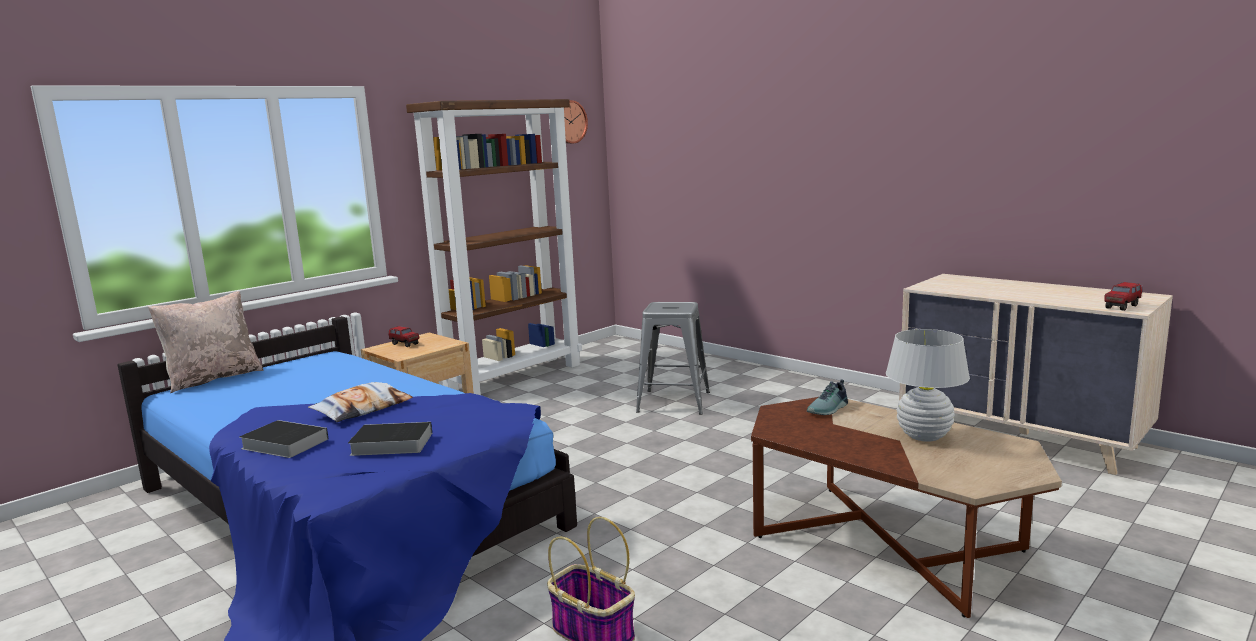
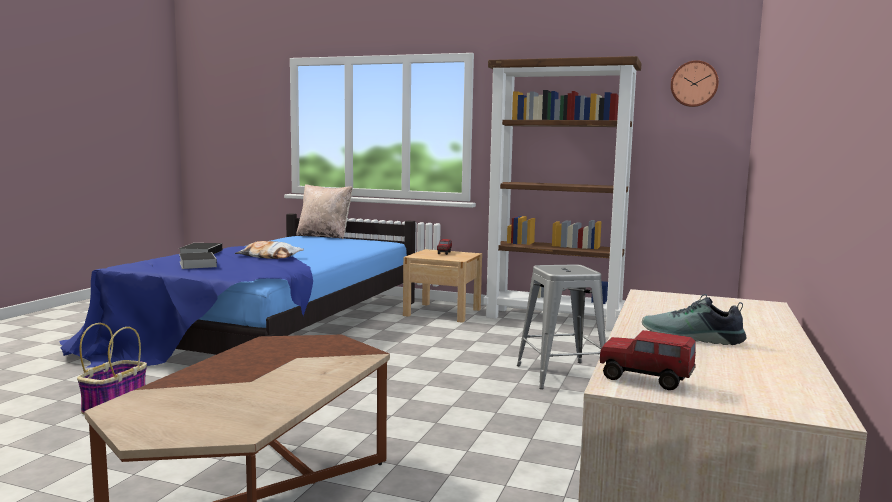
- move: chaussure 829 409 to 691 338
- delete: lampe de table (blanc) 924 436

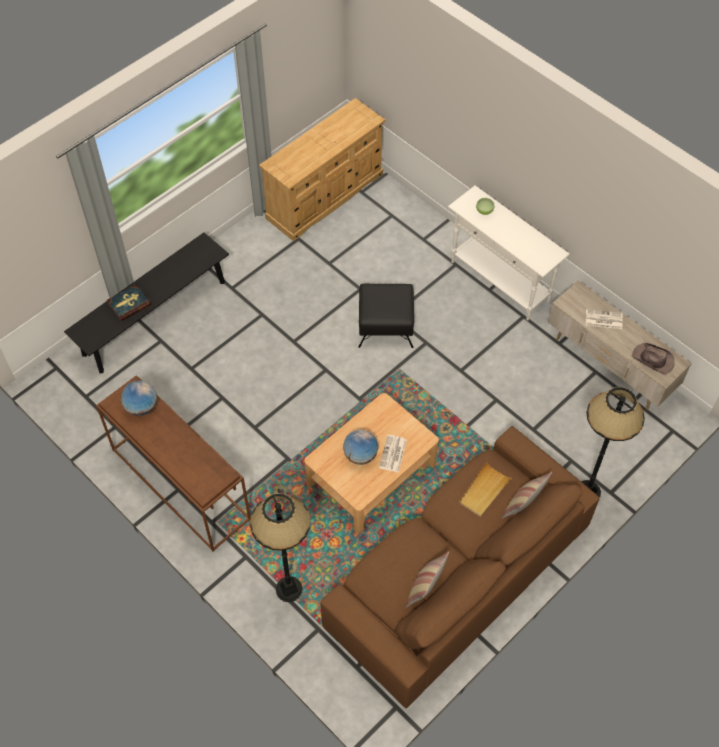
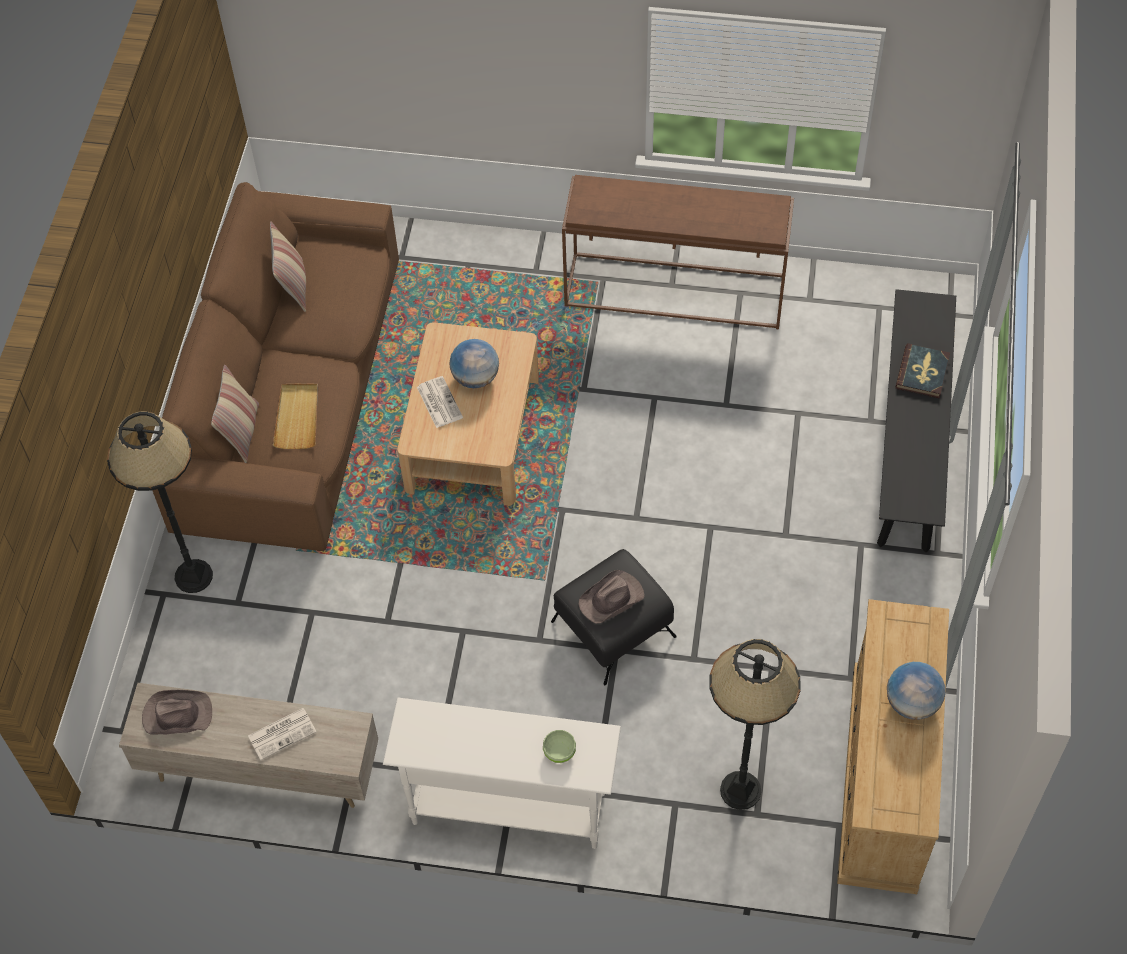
- insert: chapeau (marron) 612 599
- move: lampadaire (noir) 289 589 to 740 790
- move: globe 141 407 to 912 703

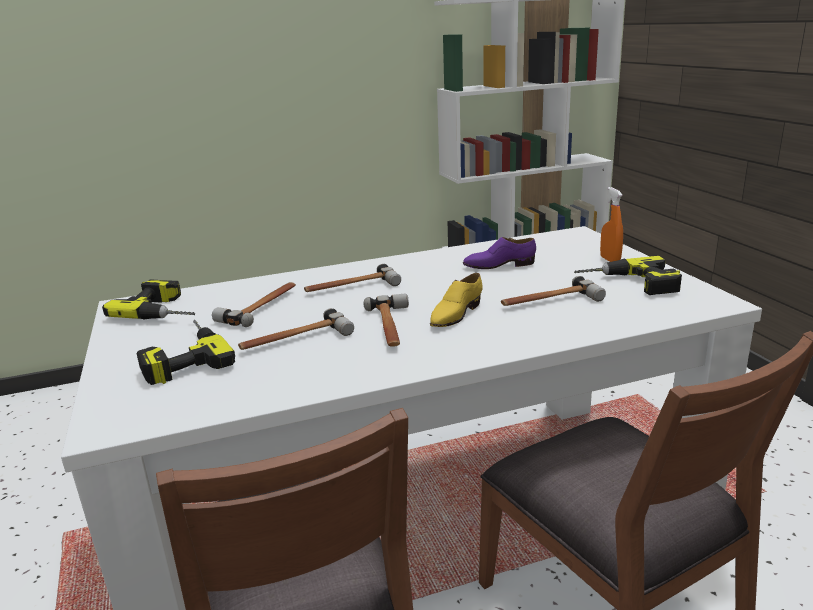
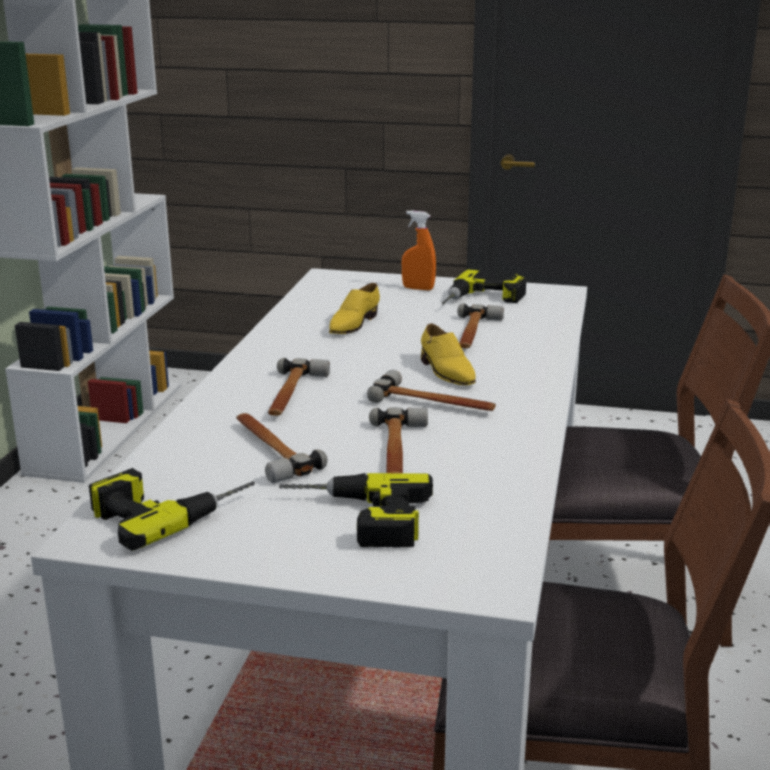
- recolor: chaussure (violet) 499 265 to chaussure (jaune) 353 324

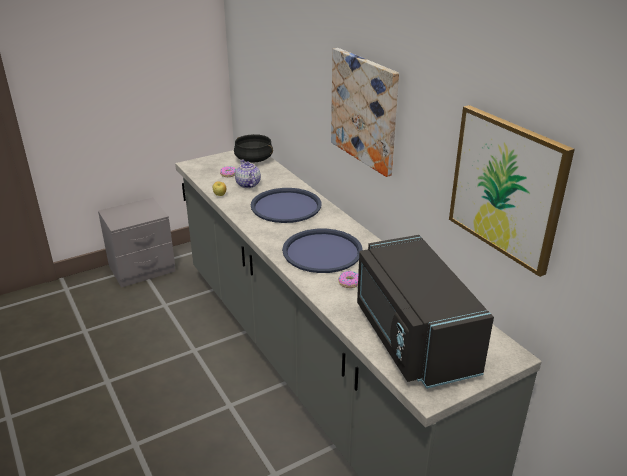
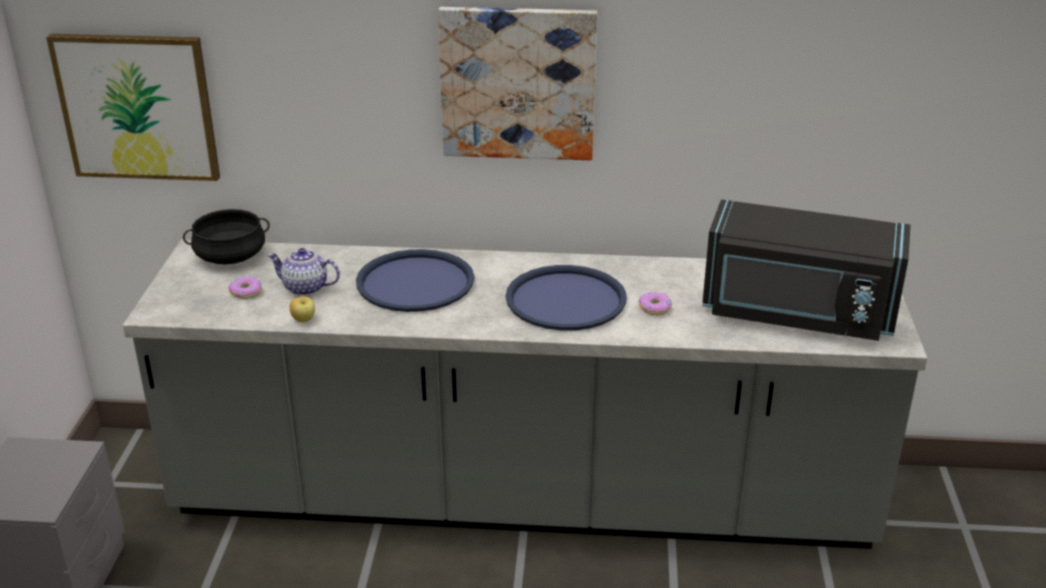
- move: tableau 506 187 to 137 107

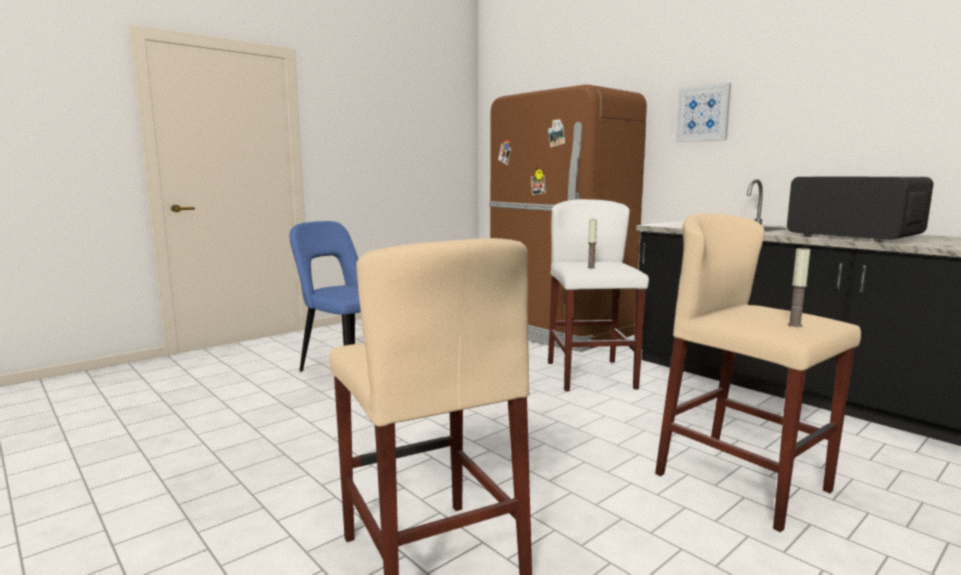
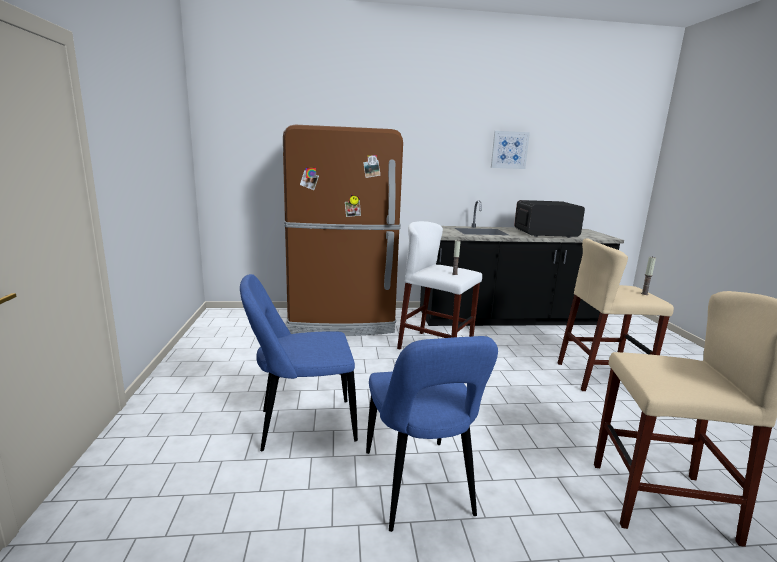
- insert: chaise (bleu) 419 487
- move: tableau 703 113 to 509 150

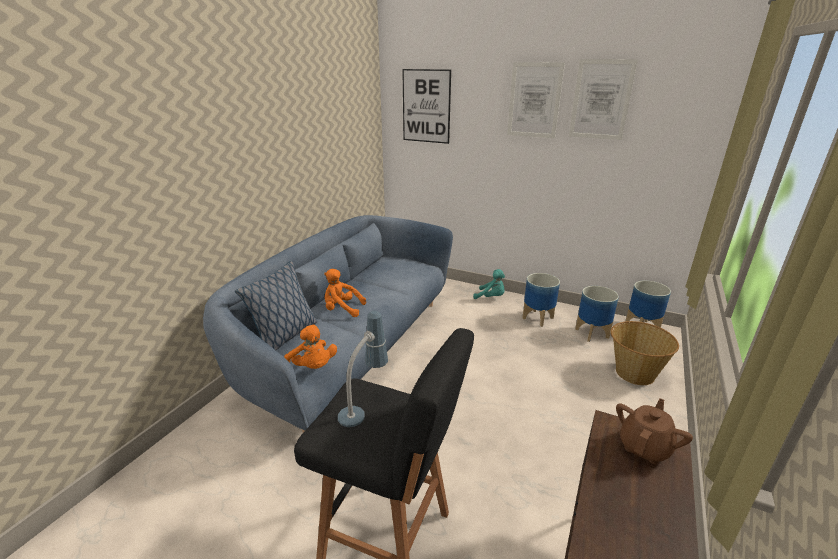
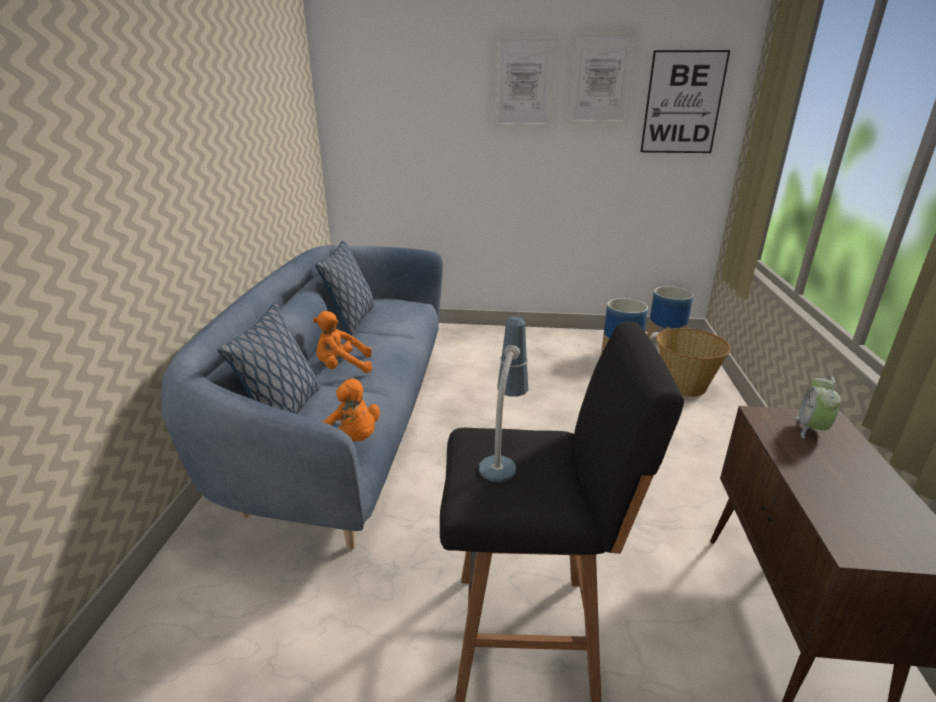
- insert: coussin 352 320
- move: tableau 426 106 to 683 103
- replace: théière (marron) 645 447 to réveil 811 429
- delete: peluche (turquoise) 491 297
- delete: cache-pot 537 318

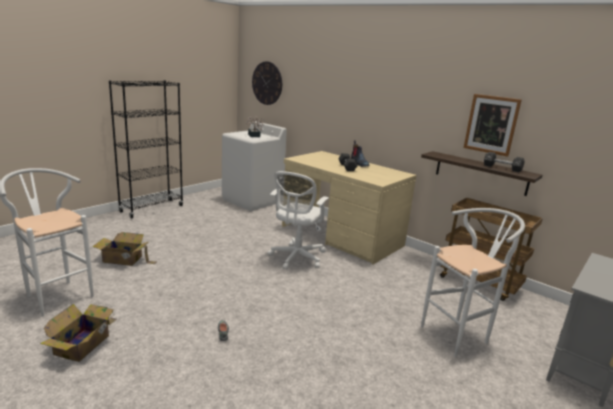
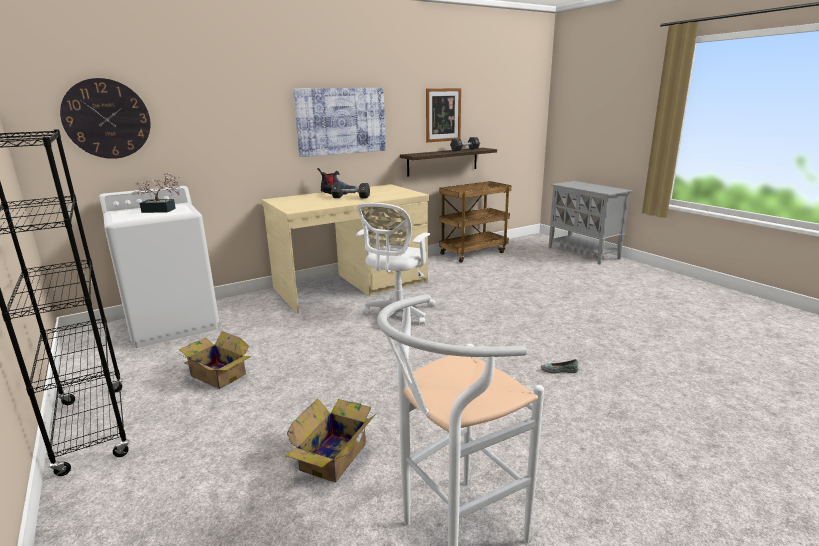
- move: carton 84 344 to 217 374
- insert: tableau 340 121
- rotate: chaise de bureau (blanc) 296 258 = 397 315 75 degrees clockwise
- delete: tabouret (blanc) 459 334

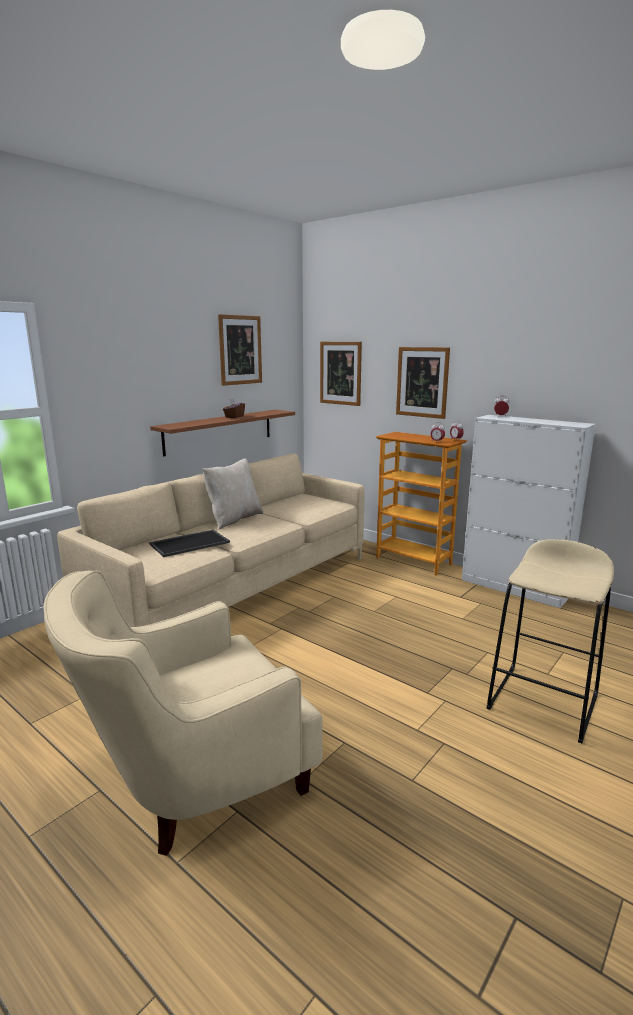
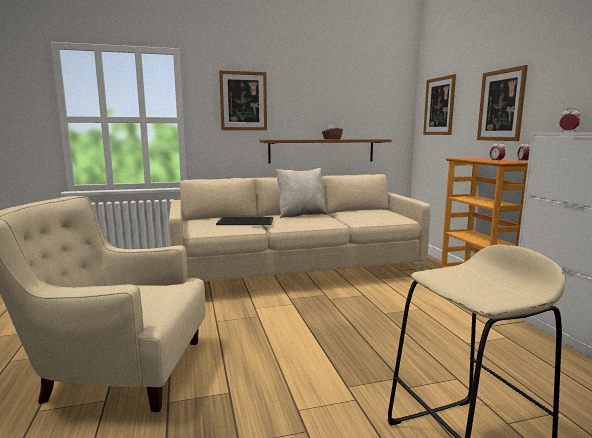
- move: tableau 240 350 to 243 101

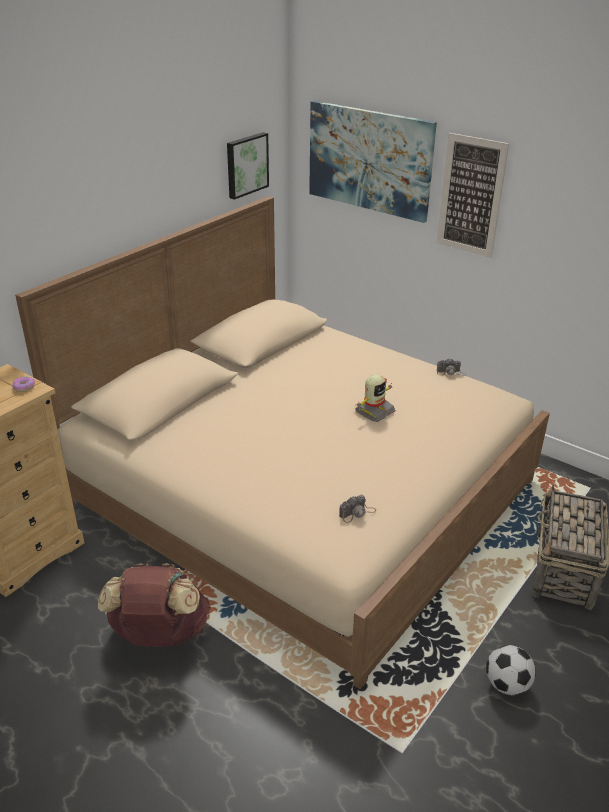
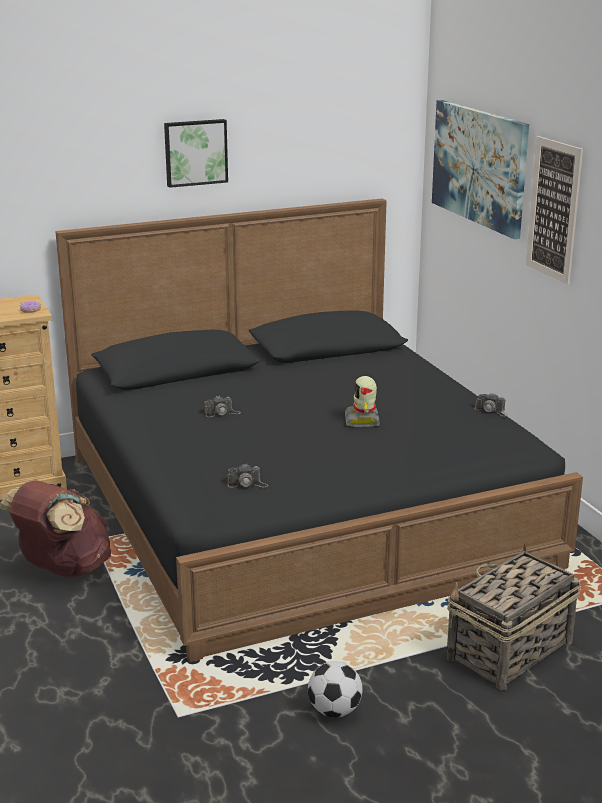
- recolor: lit (beige) 302 490 to lit (noir) 300 507
- move: tableau 246 165 to 195 152
- insert: appareil photo 222 413
- rotate: robot jouet 374 411 = 363 420 105 degrees clockwise

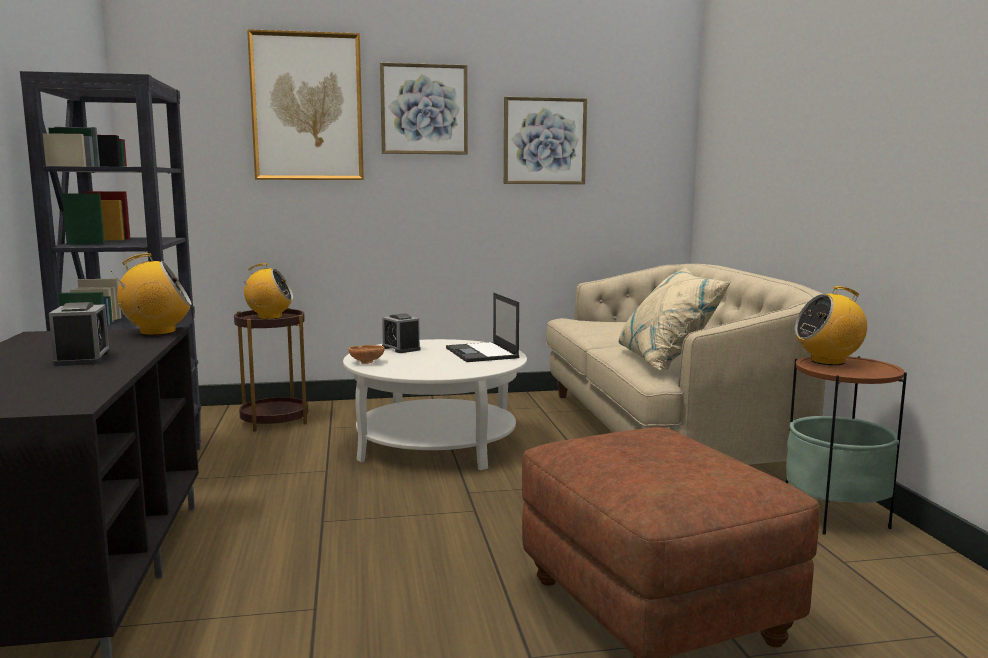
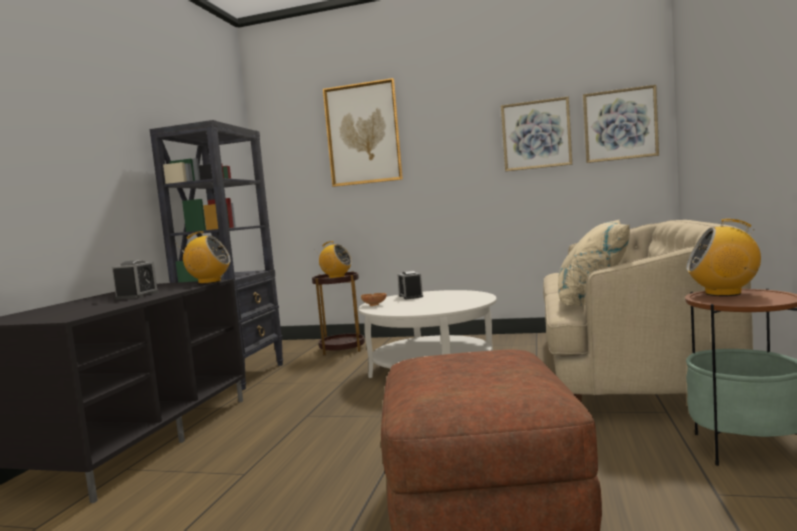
- move: tableau 424 109 to 620 125
- delete: ordinateur portable 482 353

